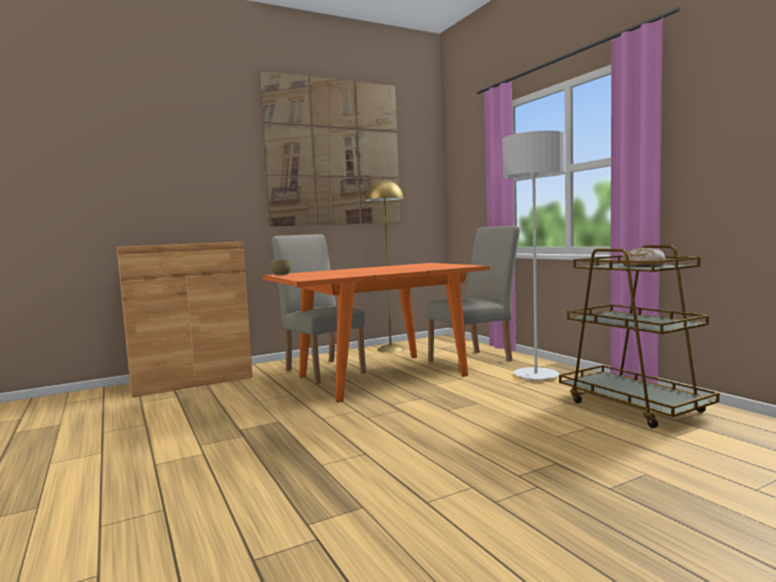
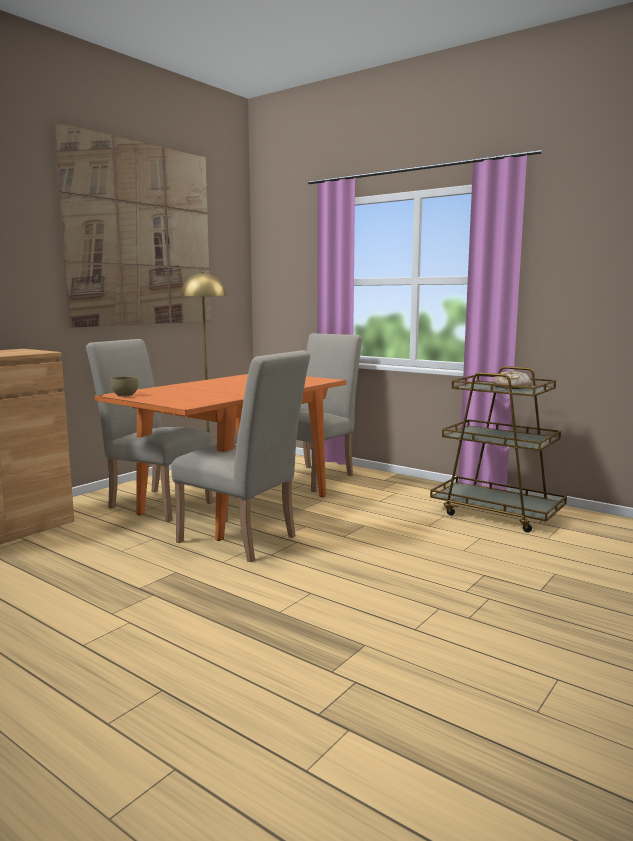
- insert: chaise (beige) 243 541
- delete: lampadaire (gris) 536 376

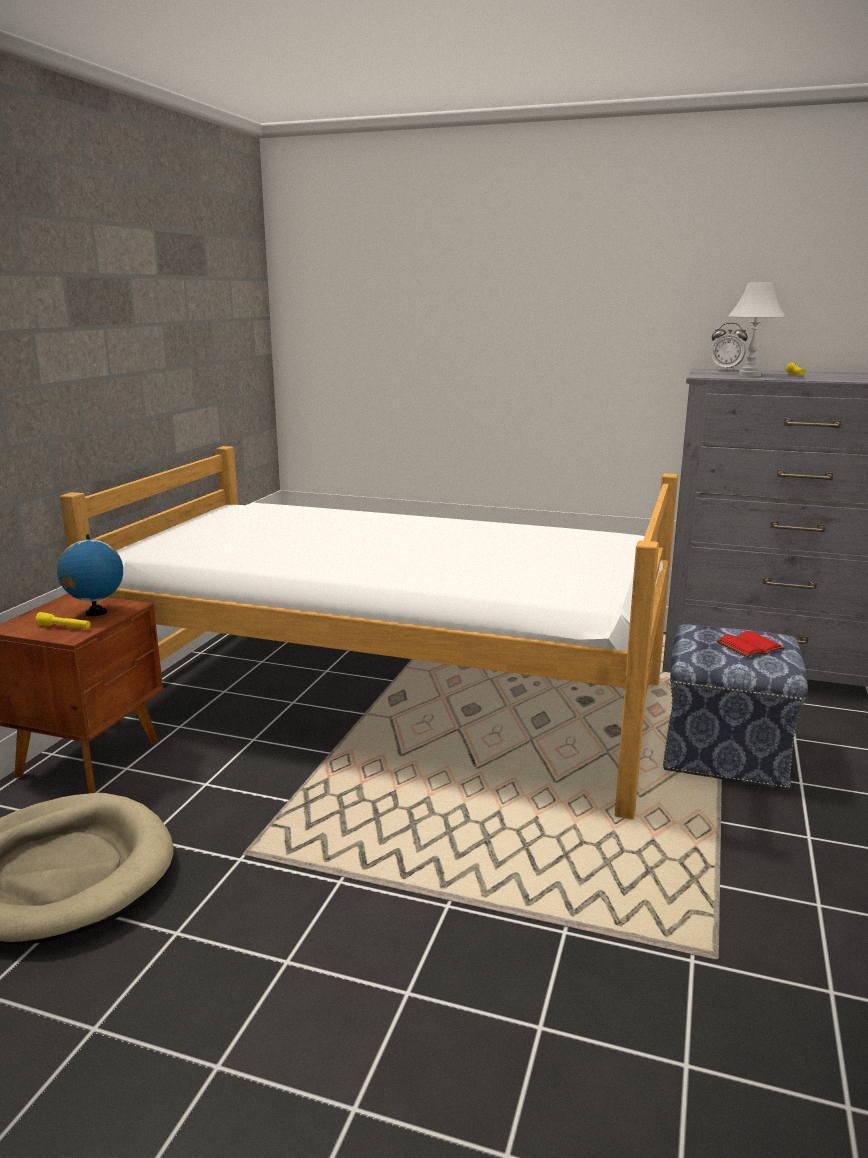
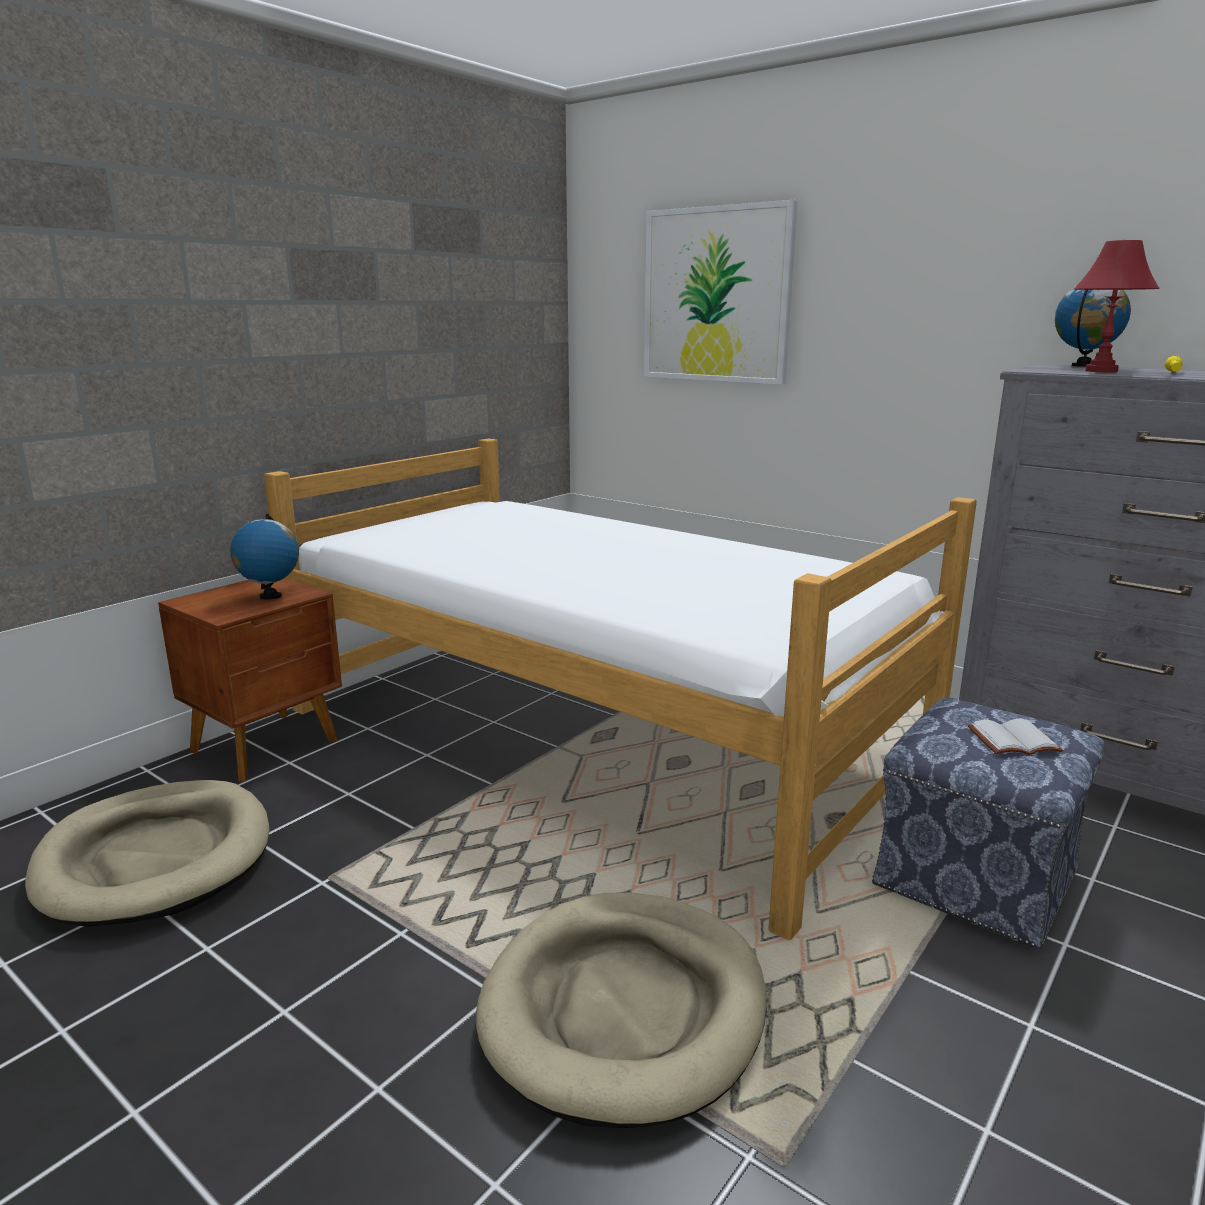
- insert: panier pour chien (beige) 625 1009
- insert: tableau 716 295
- recolor: livre (rouge) 750 647 to livre (blanc) 1013 742
- replace: réveil 726 370 to globe 1083 366
- recolor: lampe de table (blanc) 749 375 to lampe de table (rouge) 1100 371
- delete: lampe de poche (jaune) 64 627

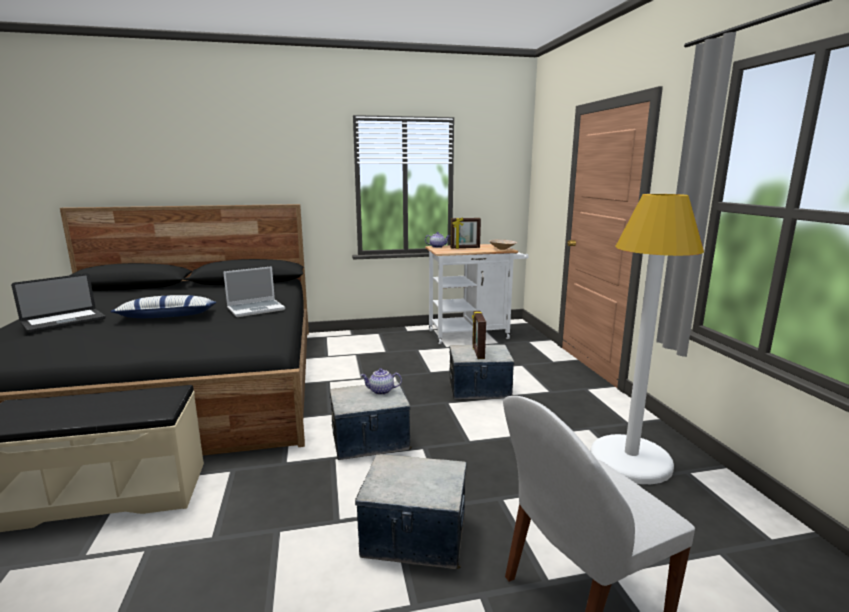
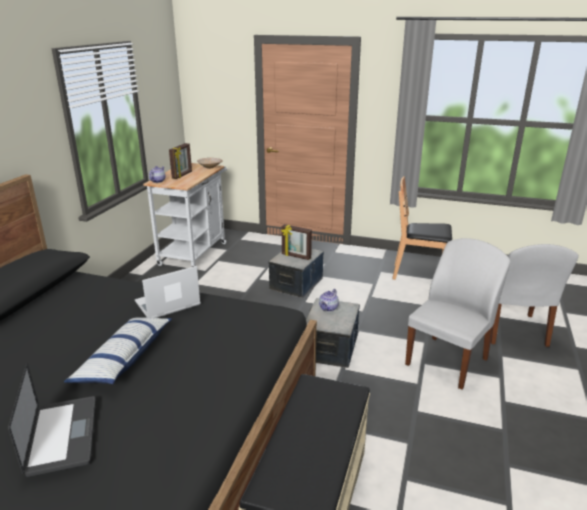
- rotate: ordinateur portable 256 309 = 167 304 120 degrees counterclockwise
- replace: lampadaire (blanc) 630 460 to chaise (marron) 419 274
- replace: boîte de rangement 414 536 to chaise (blanc) 448 361

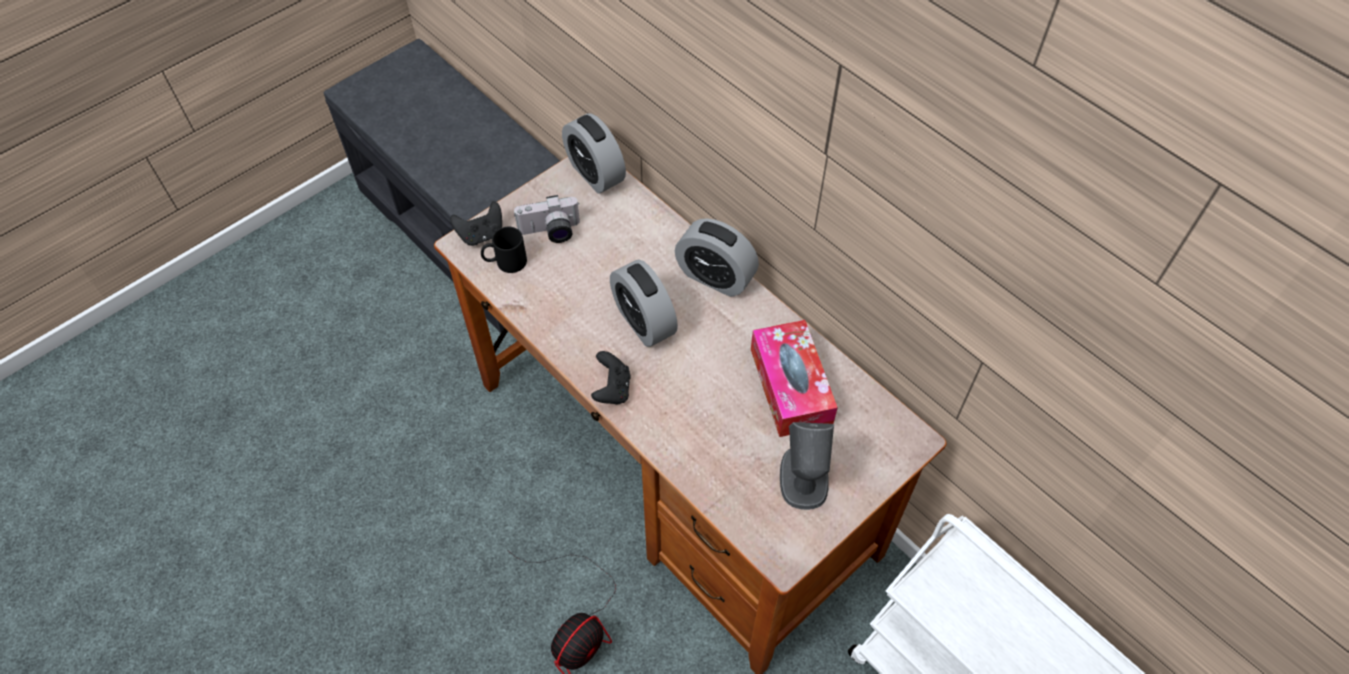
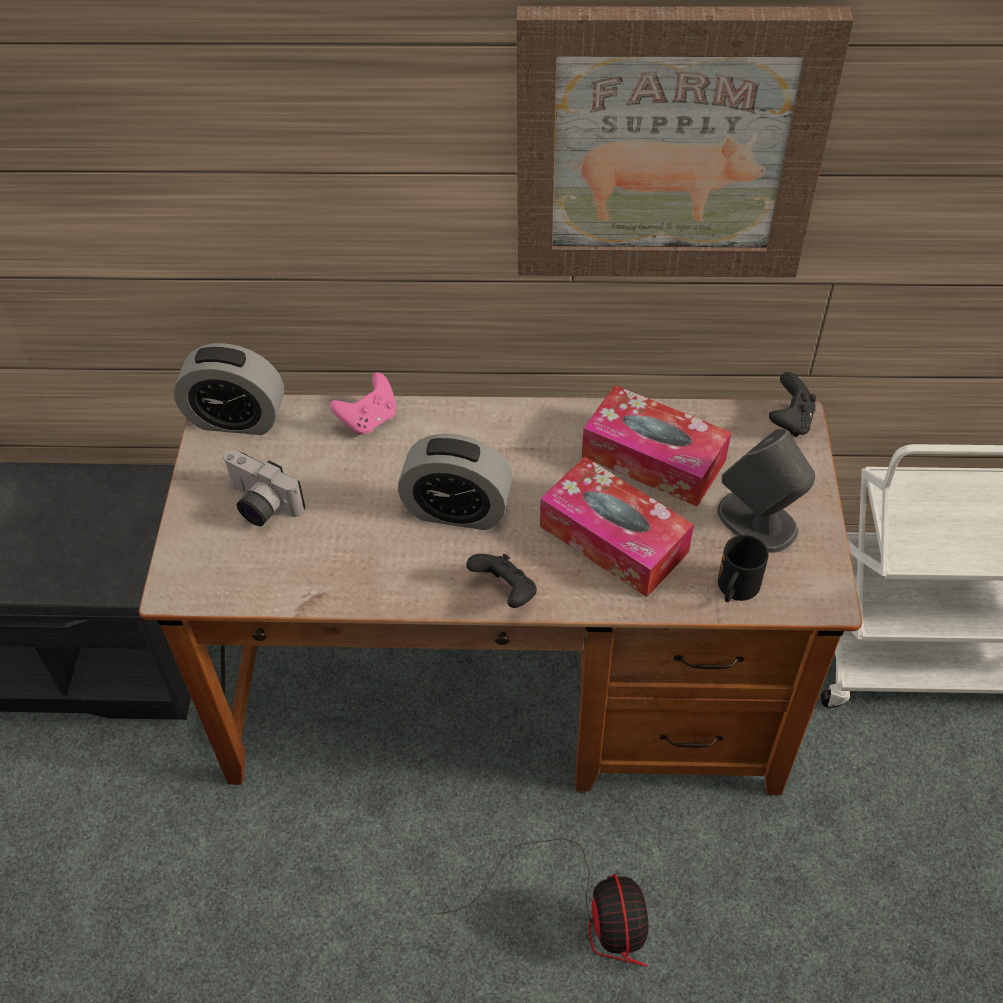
- rotate: appareil photo 550 232 = 259 505 90 degrees clockwise
- insert: manette (rose) 369 420
- insert: tableau 668 146
- insert: boîte à mouchoirs 613 539
- move: mug (noir) 505 263 to 735 590
- move: manette (noir) 481 235 to 790 421
- delete: réveil 715 277

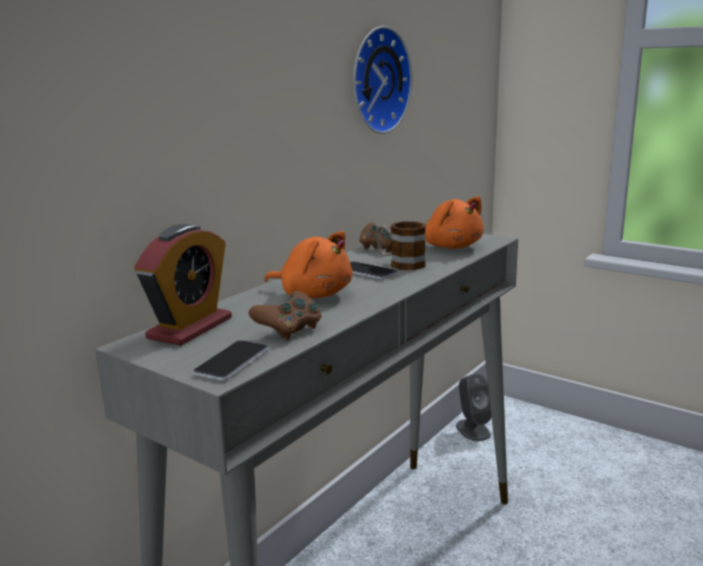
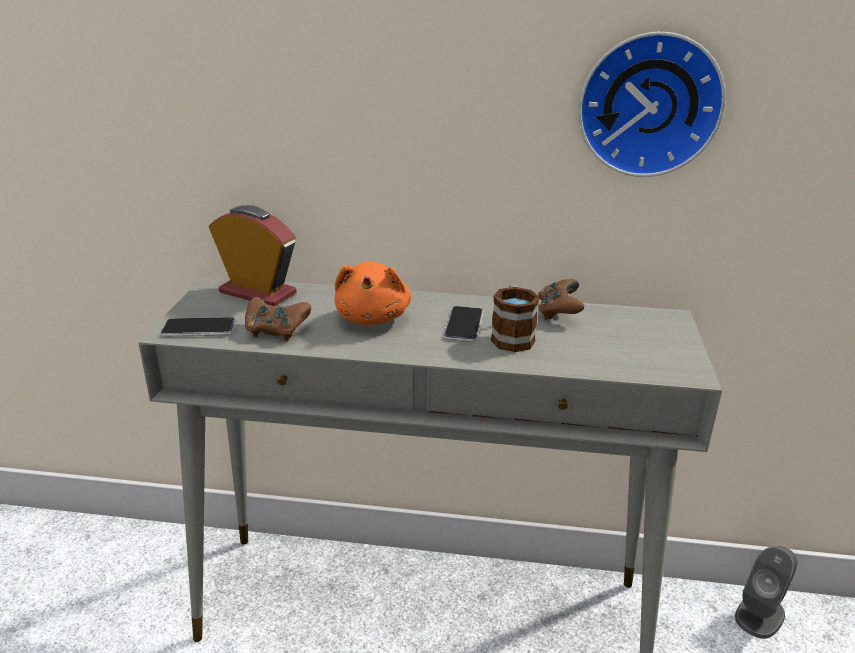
- rotate: réveil 190 328 = 258 293 150 degrees counterclockwise
- delete: peluche (orange) 451 246

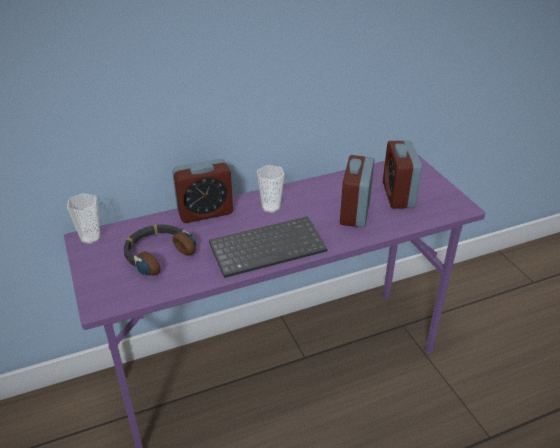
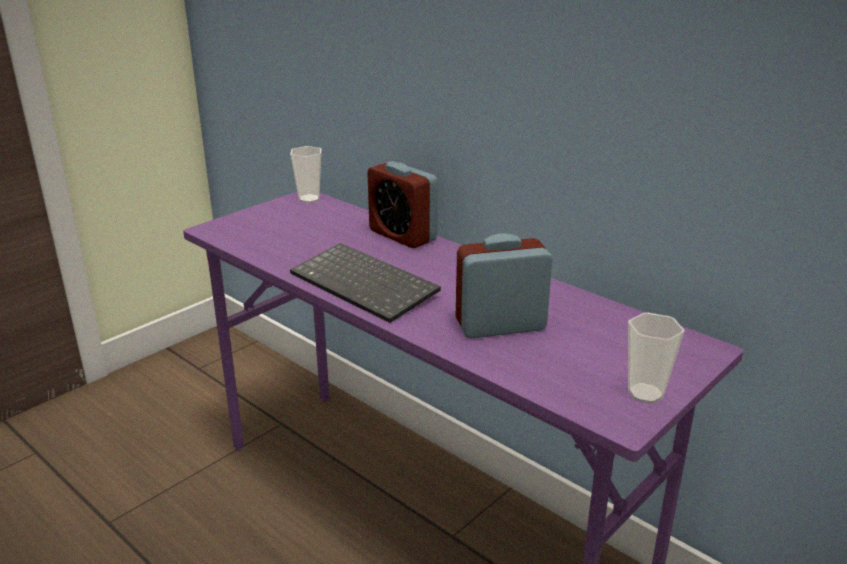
- move: tasse 270 207 to 645 394
- delete: casque audio 158 254
- delete: réveil 398 195

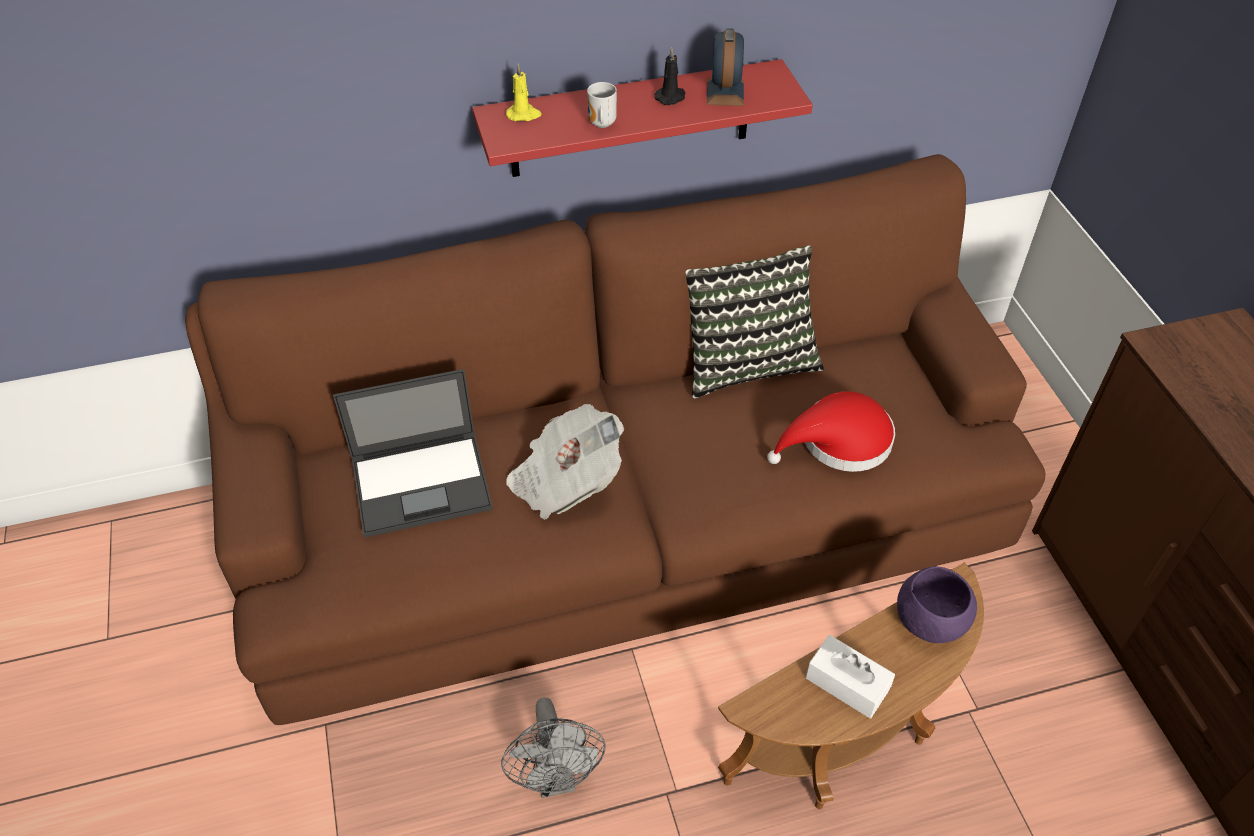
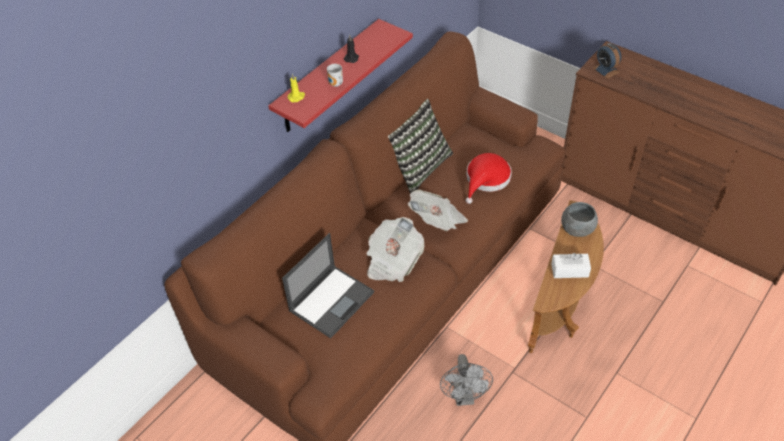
- insert: journal 437 221
- rotate: ventilateur (gris) 556 778 = 464 397 45 degrees clockwise
- recolor: bol (violet) 929 621 to bol (gris) 577 229
- move: réveil 725 92 to 606 70

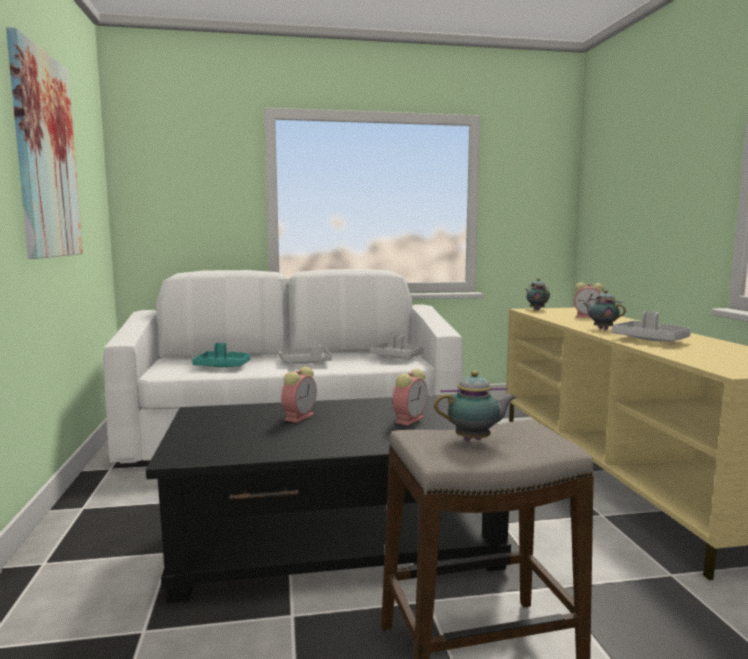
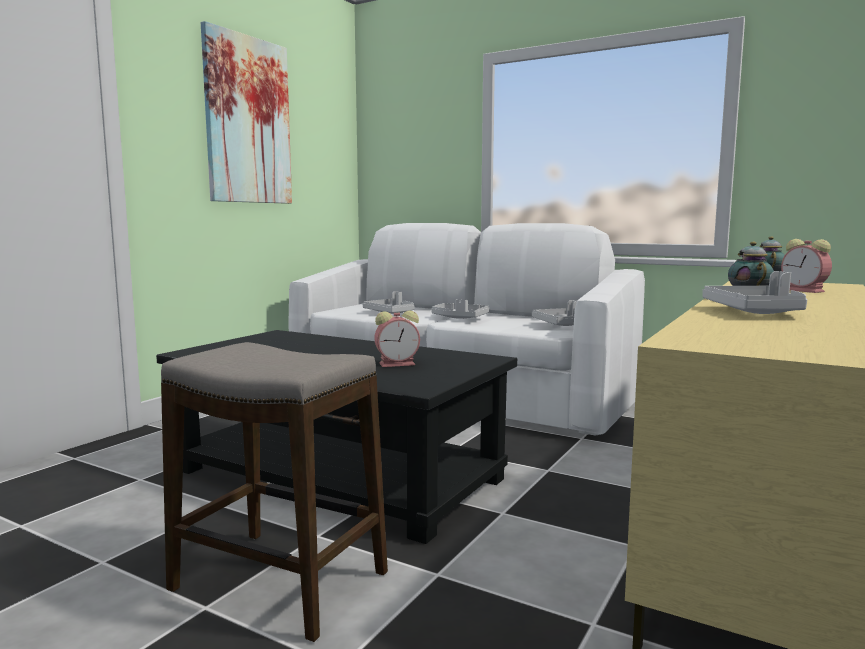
- recolor: plateau (turquoise) 222 366 to plateau (gris) 390 313
- delete: réveil 299 416
- delete: théière 475 440

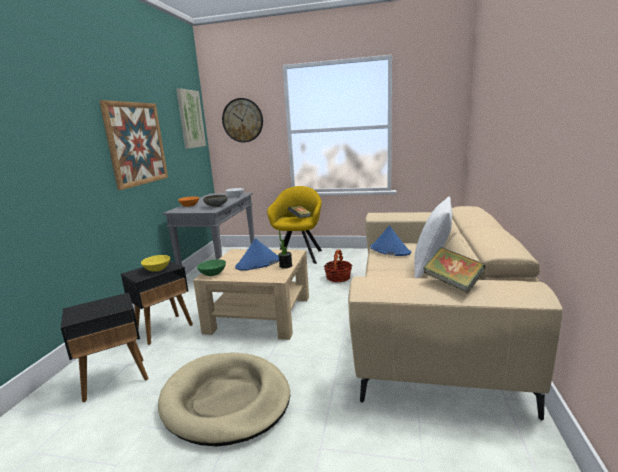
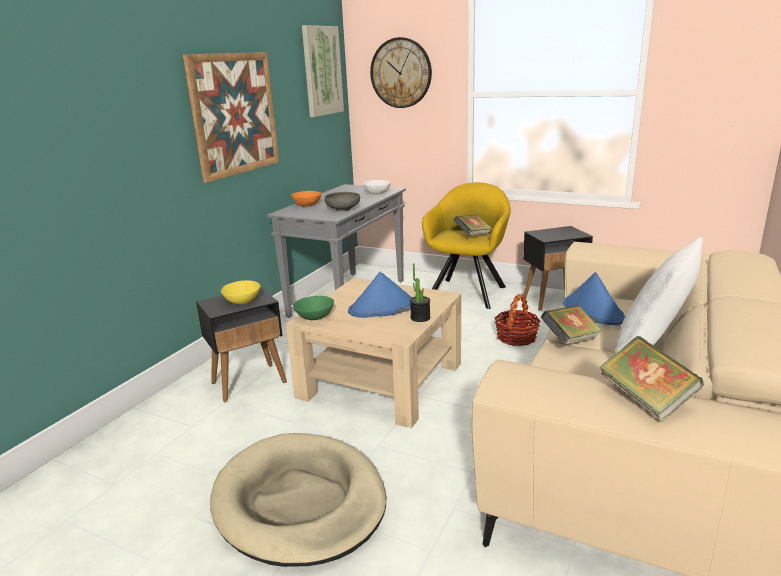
- move: table d'appoint (noir) 116 379 to 554 300
- insert: livre 570 340

